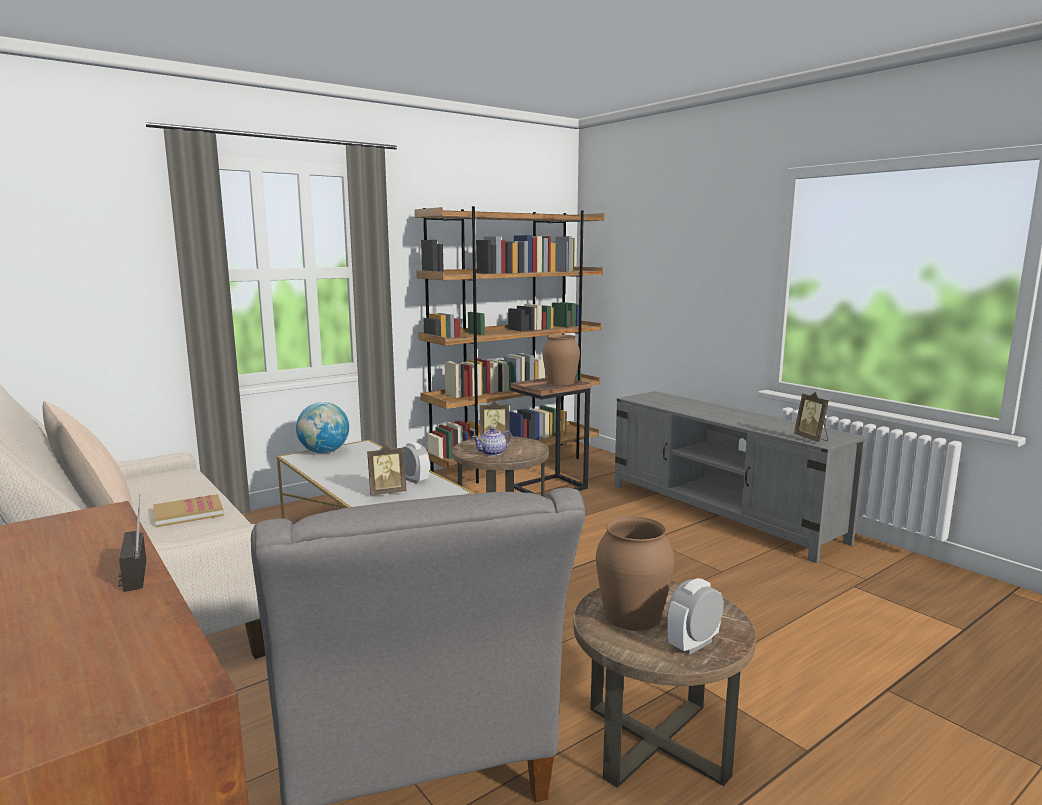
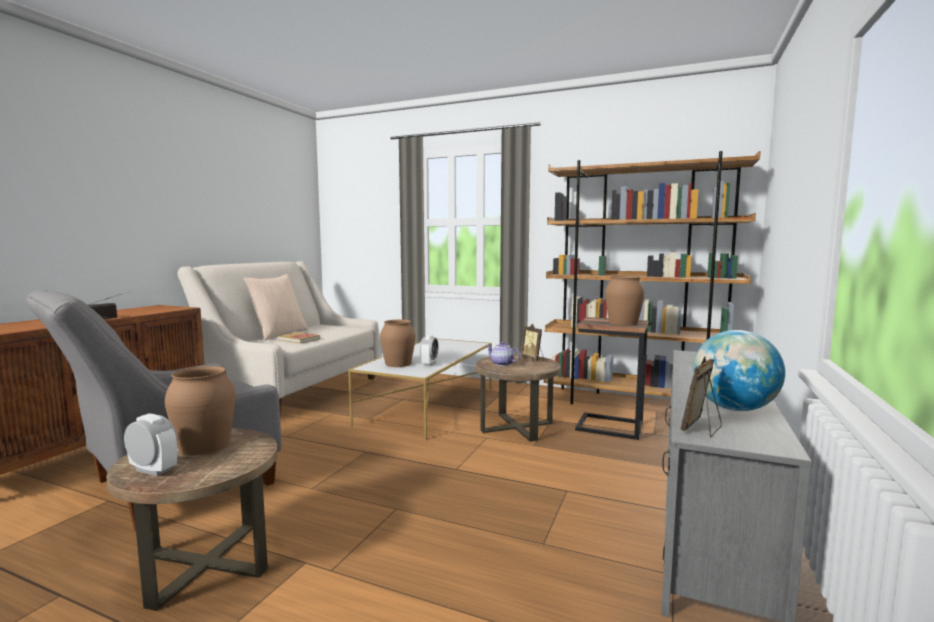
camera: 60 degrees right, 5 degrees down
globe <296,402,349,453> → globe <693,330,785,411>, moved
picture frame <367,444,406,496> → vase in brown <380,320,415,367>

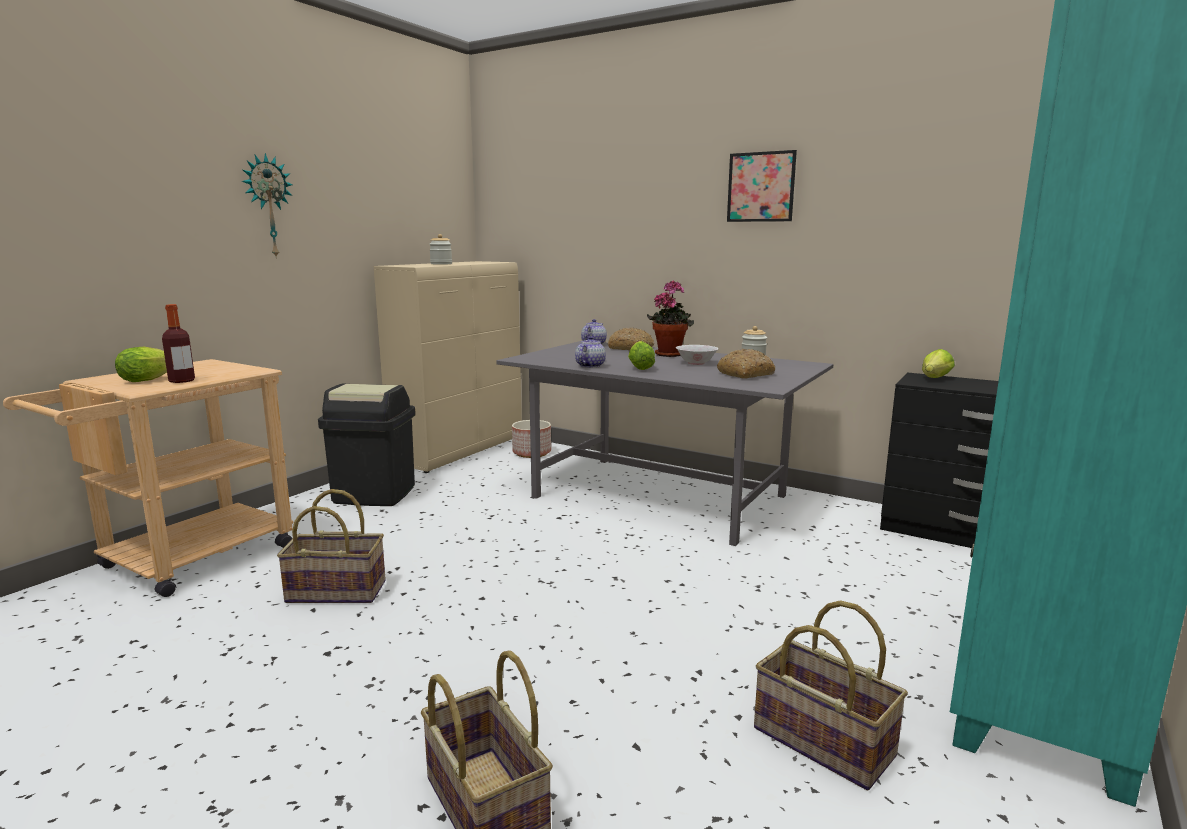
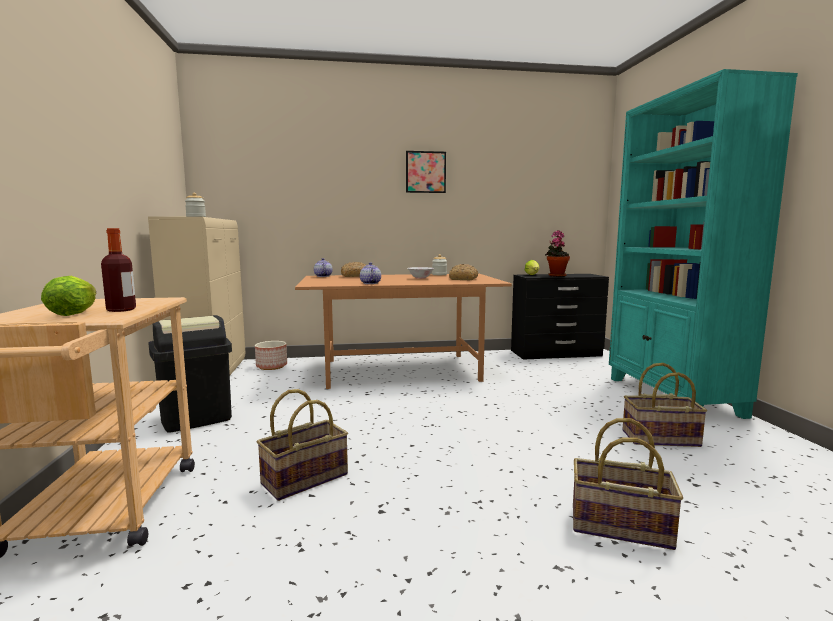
camera: 40 degrees left, 5 degrees down
wall clock <242,153,293,259> → -
dining table in grey <496,341,833,546> → dining table in brown <295,274,512,389>
lettuce <628,341,655,370> → -
potted plant <647,281,694,357> → potted plant <545,230,570,277>, moved

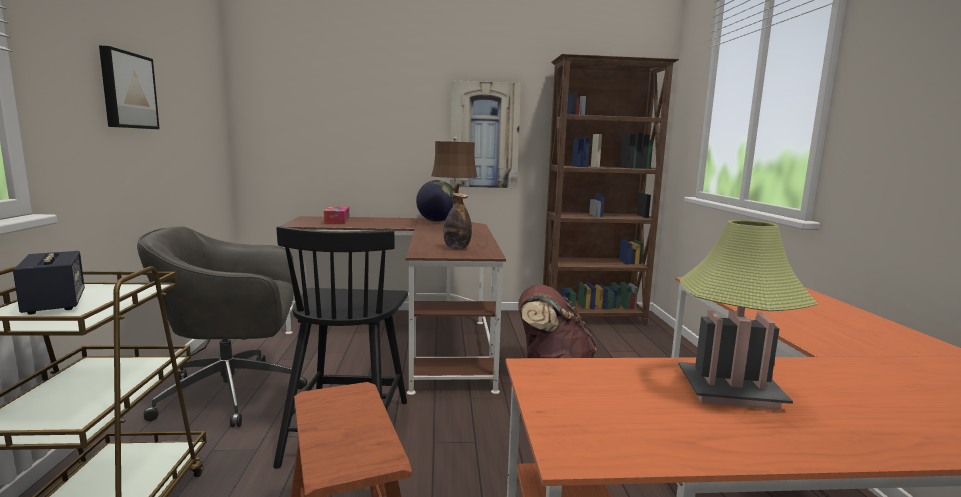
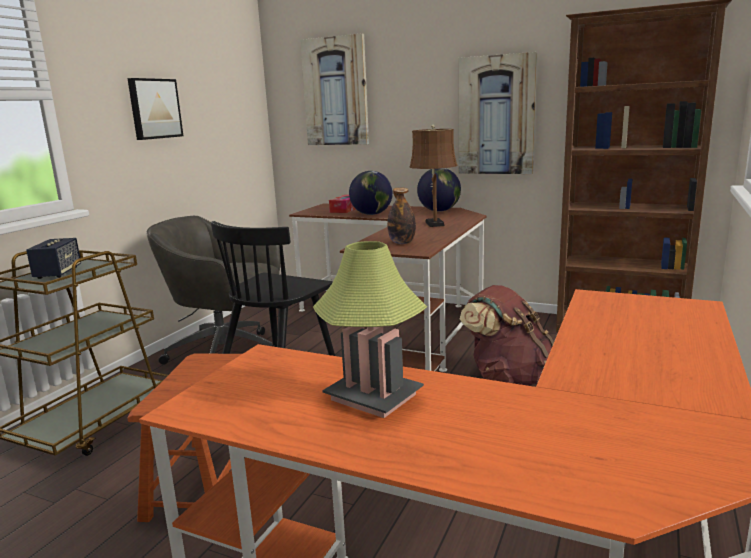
camera: 30 degrees right, 5 degrees up
- → picture <300,33,369,145>
- → globe <349,171,393,215>

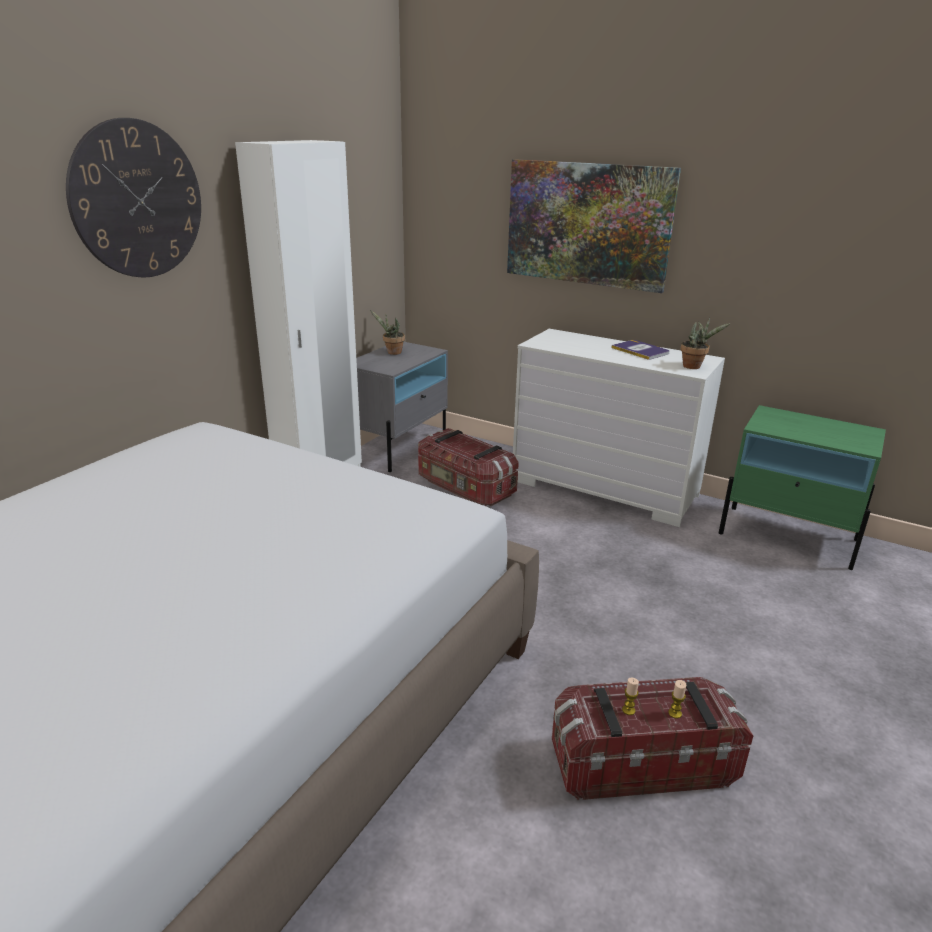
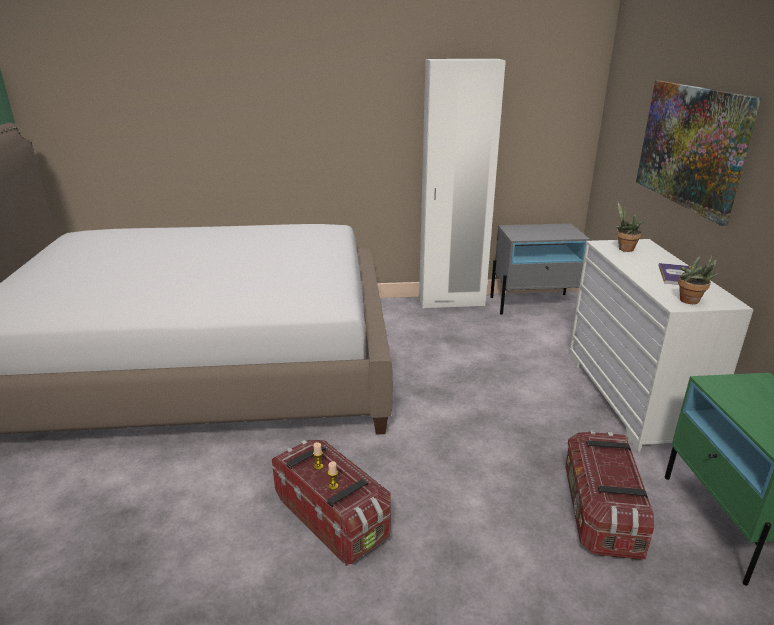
camera: 55 degrees right, 0 degrees up
wall clock <66,118,201,277> → -
potted plant <370,310,405,355> → potted plant <616,201,643,252>, moved
storage box <418,428,519,506> → storage box <565,431,654,560>, moved

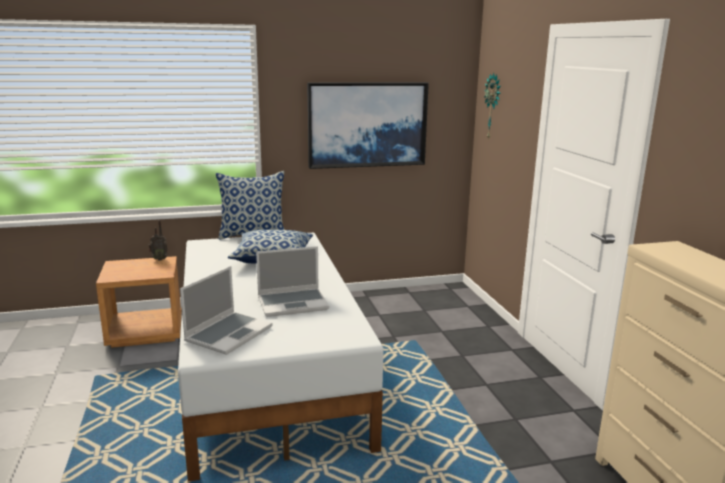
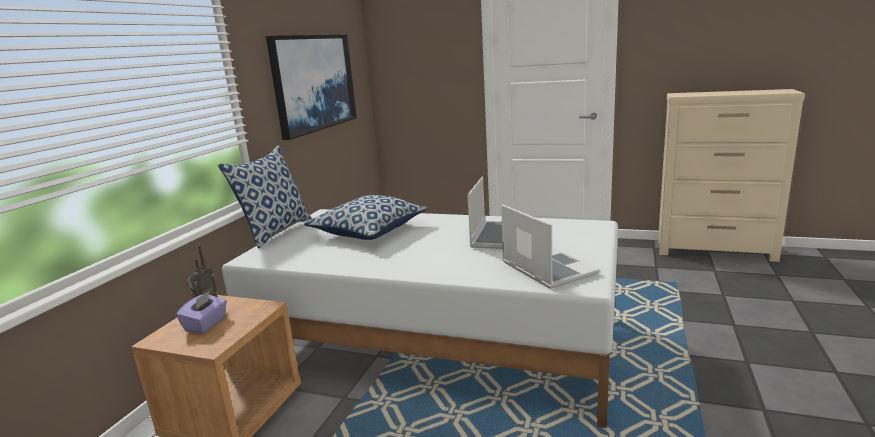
camera: 55 degrees left, 0 degrees up
wall clock <484,73,500,140> → -
- → tissue box in purple <176,291,227,333>

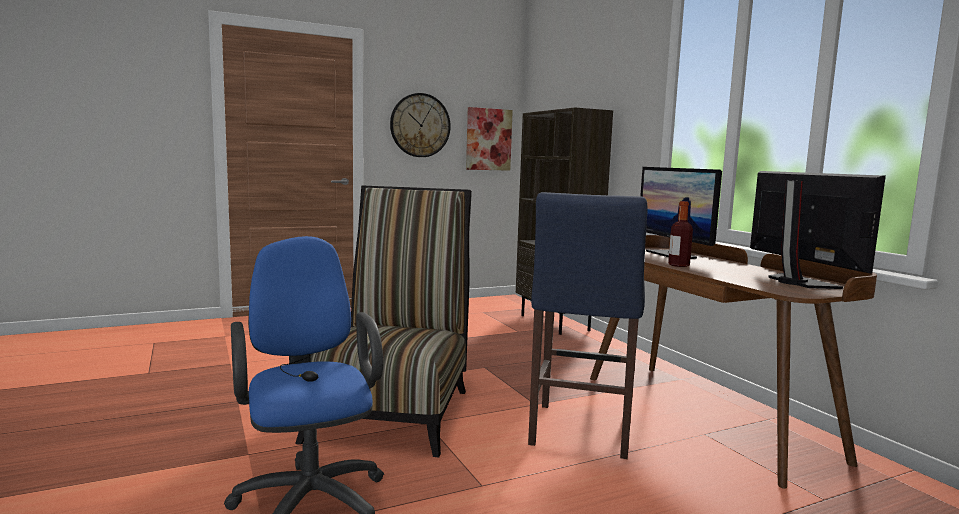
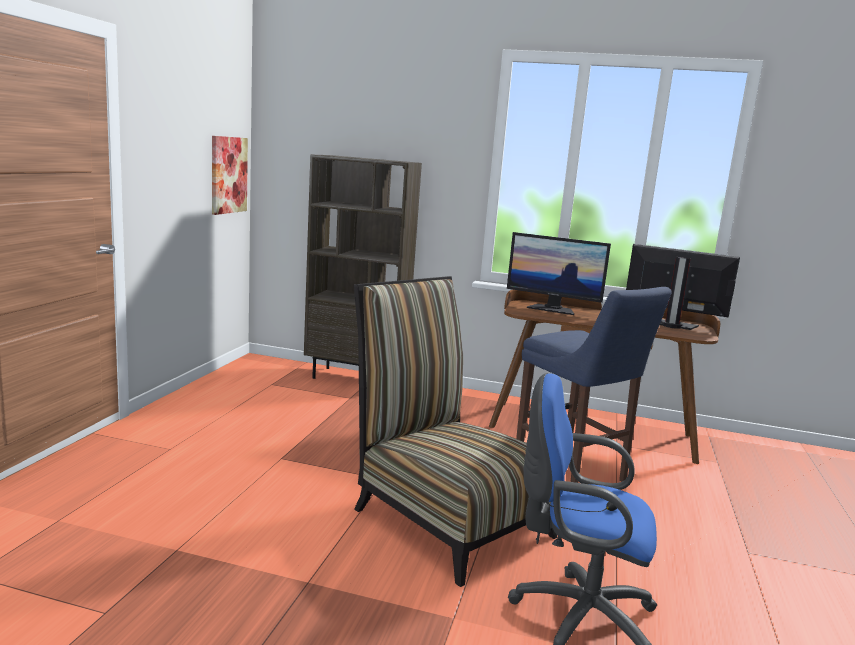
camera: 50 degrees left, 5 degrees up
wall clock <390,93,451,157> → -
bottle <668,201,693,267> → -

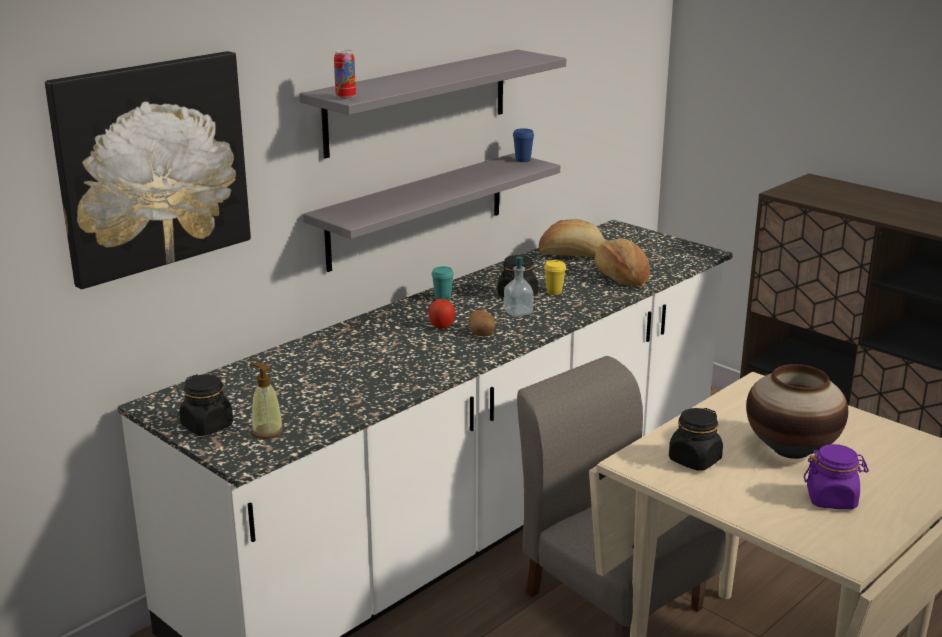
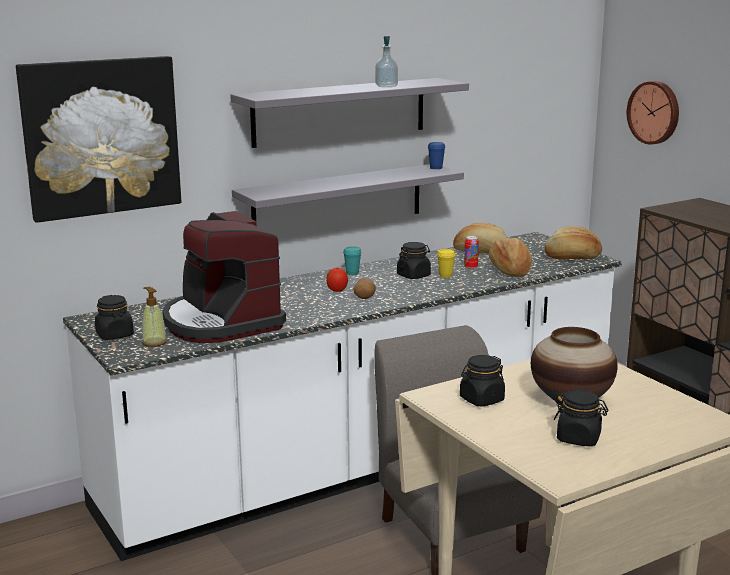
camera: 15 degrees right, 5 degrees down
can <334,50,356,100> → can <464,236,479,269>, moved
soap dispenser <504,256,534,317> → soap dispenser <375,36,398,87>, moved
jar in purple <804,444,869,509> → jar in black <554,390,608,446>
- → coffee machine <163,211,286,343>
- → bread <545,226,602,259>
- → wall clock <627,81,679,145>

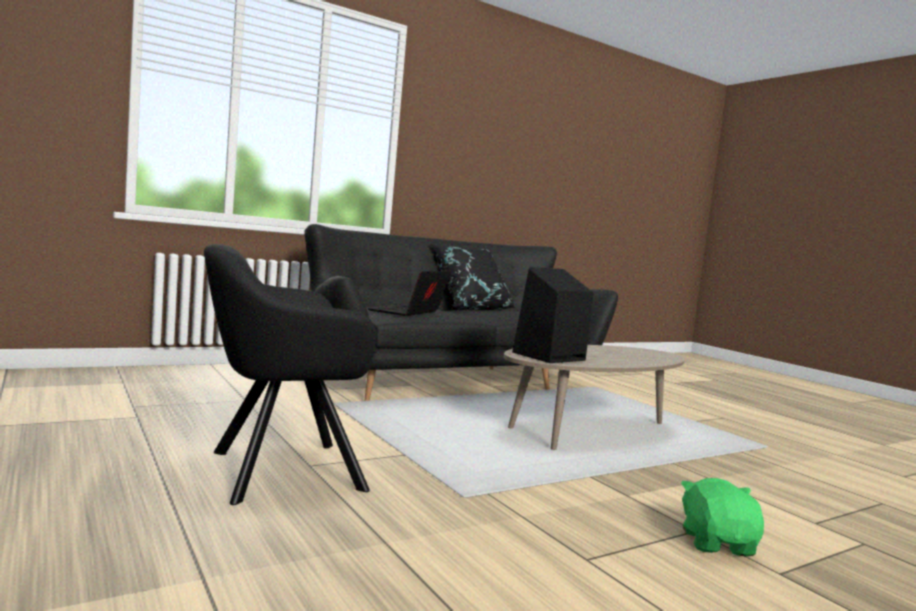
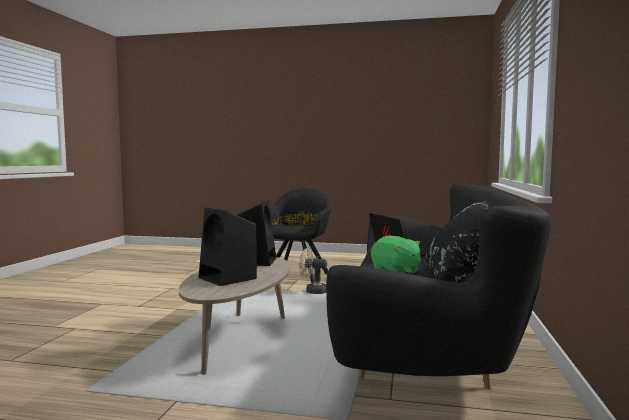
camera: 135 degrees right, 0 degrees up
plush toy in green <681,478,764,557> → plush toy in green <371,236,421,273>, moved
- → speaker in black <199,208,257,286>
- → fan in beige <299,248,327,294>

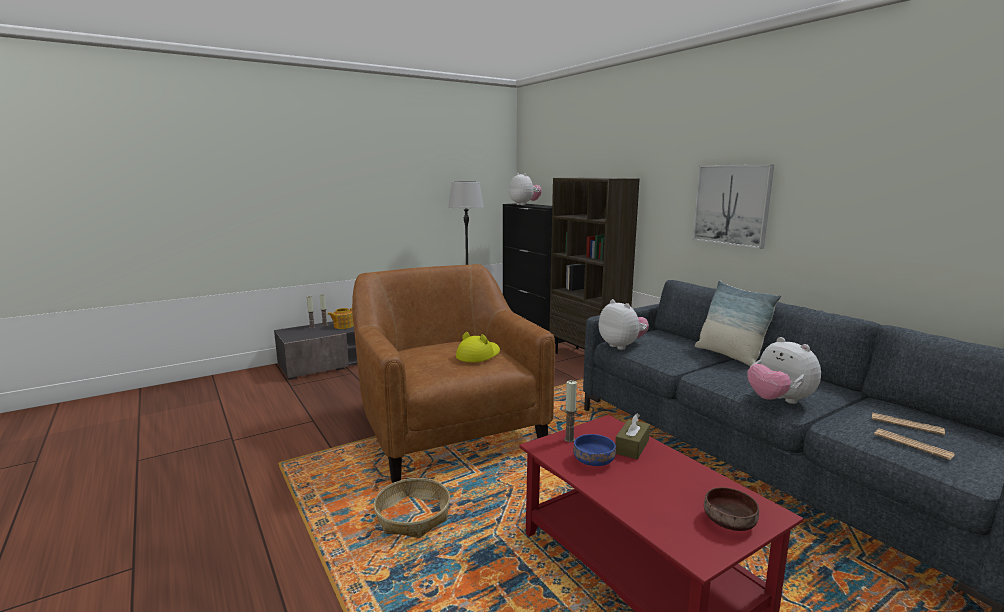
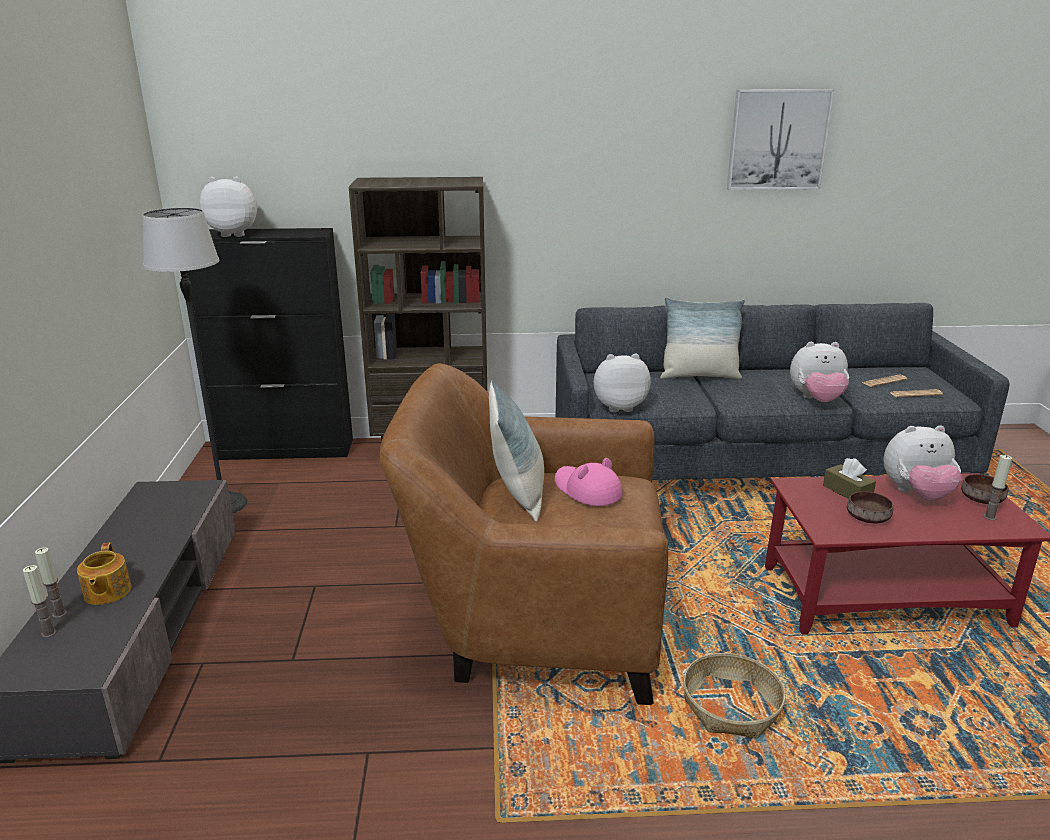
camera: 60 degrees left, 10 degrees up
hat in yellow <456,332,500,362> → hat in pink <555,458,623,506>
candle <564,380,577,442> → candle <983,455,1012,520>, moved
bowl in blue <573,434,616,466> → bowl in brown <847,491,894,523>
picture <692,165,774,249> → picture <727,89,834,190>, moved
- → pillow <489,380,544,522>
- → plush toy <883,425,962,501>

